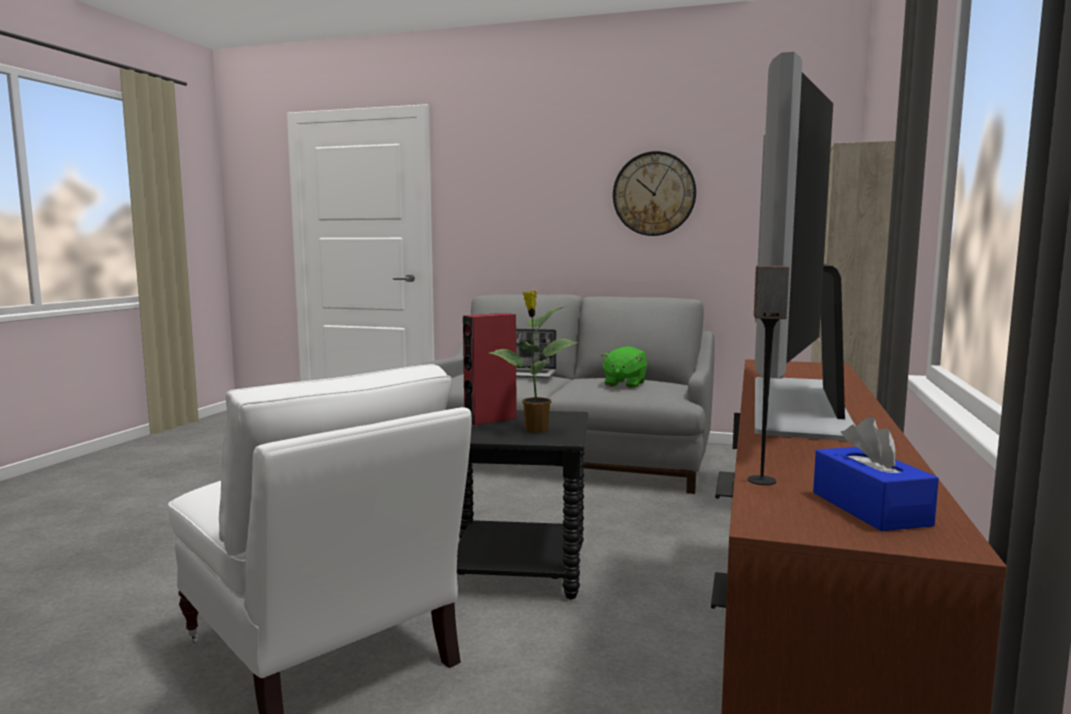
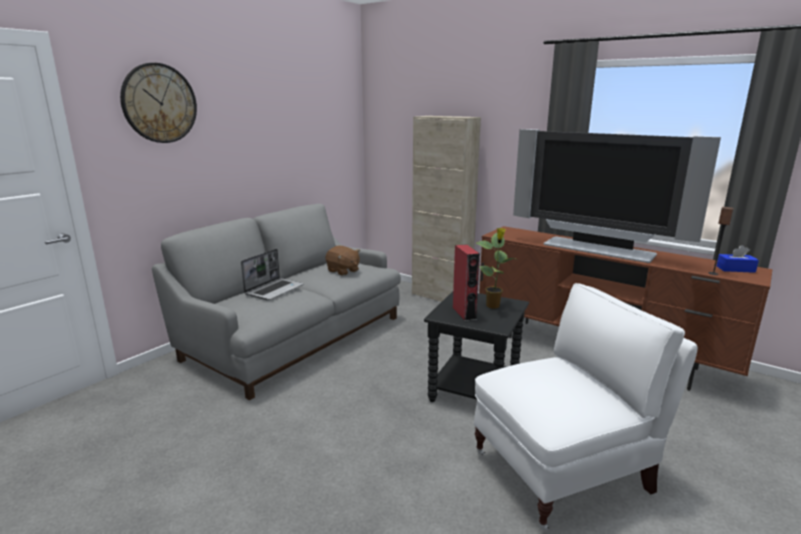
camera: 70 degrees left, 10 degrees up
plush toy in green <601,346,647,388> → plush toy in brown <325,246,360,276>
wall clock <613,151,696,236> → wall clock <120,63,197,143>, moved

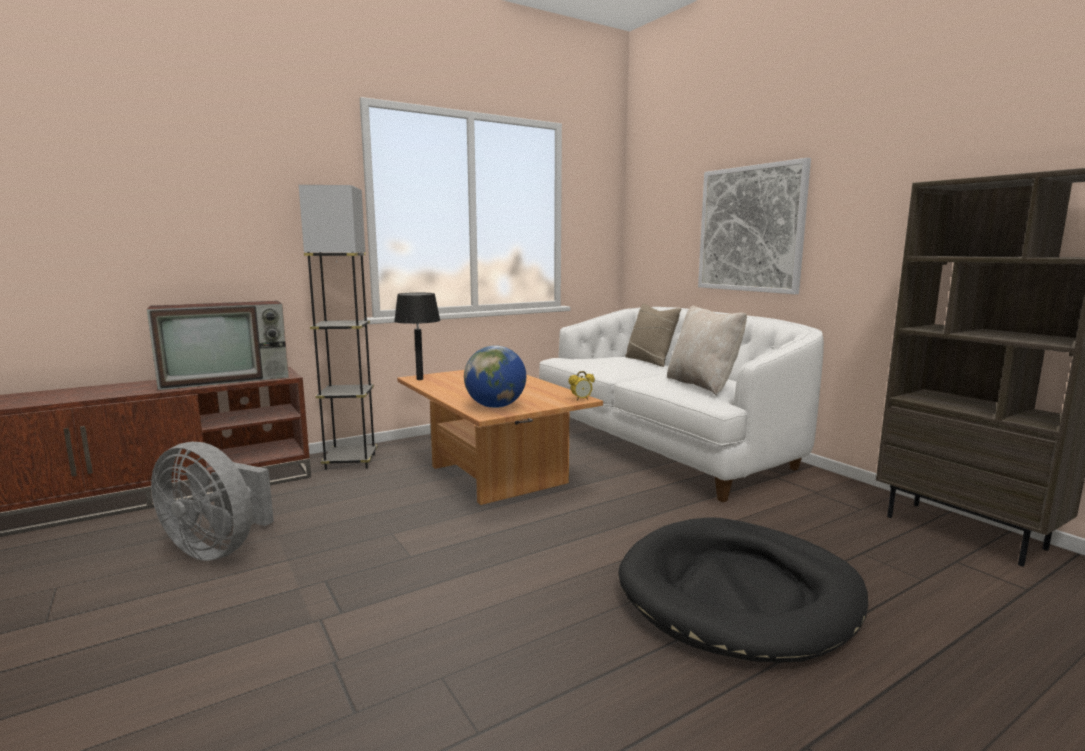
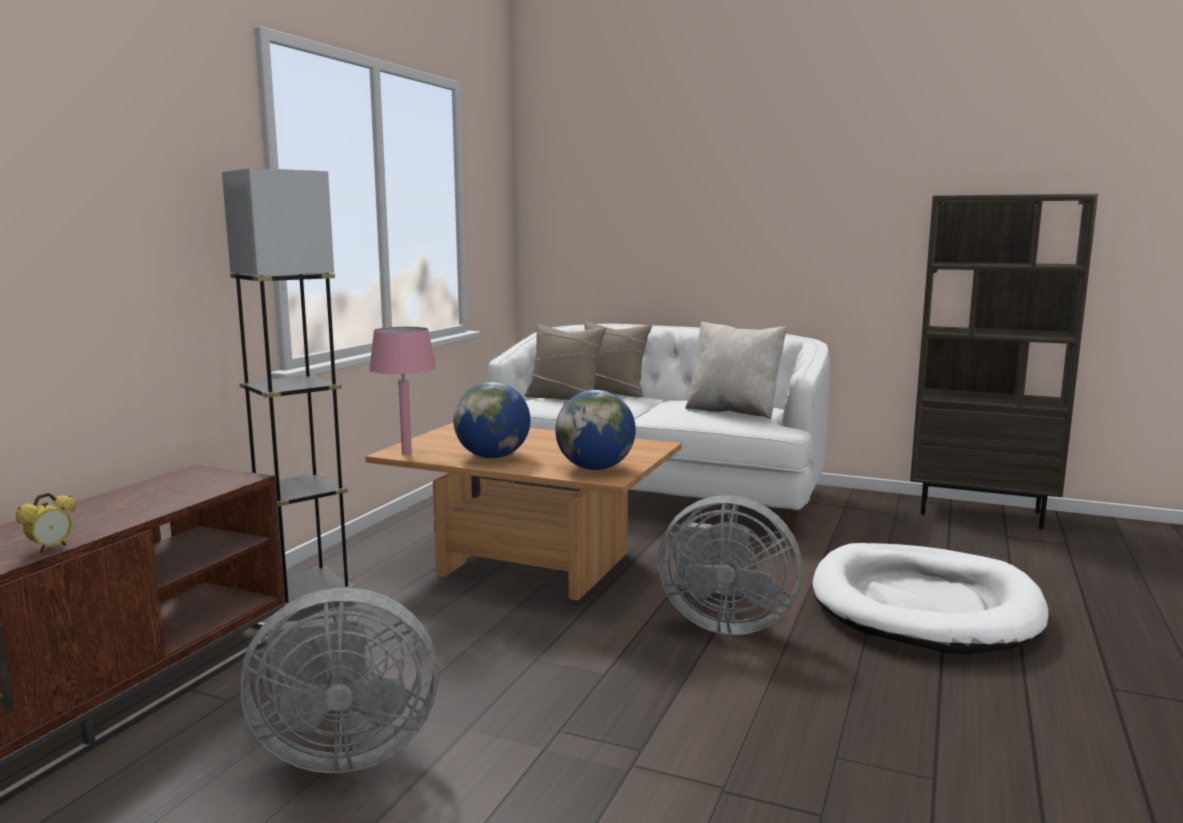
camera: 35 degrees left, 0 degrees up
television <147,301,289,390> → -
table lamp in black <394,293,440,380> → table lamp in pink <369,327,437,455>
alarm clock <569,371,595,401> → alarm clock <16,493,75,553>, moved
dog bed in black <618,517,868,663> → dog bed in white <812,543,1049,654>
picture <698,158,811,294> → -
- → globe <453,382,530,459>
- → pillow in beige <524,324,606,400>
- → fan in grey <658,495,802,635>

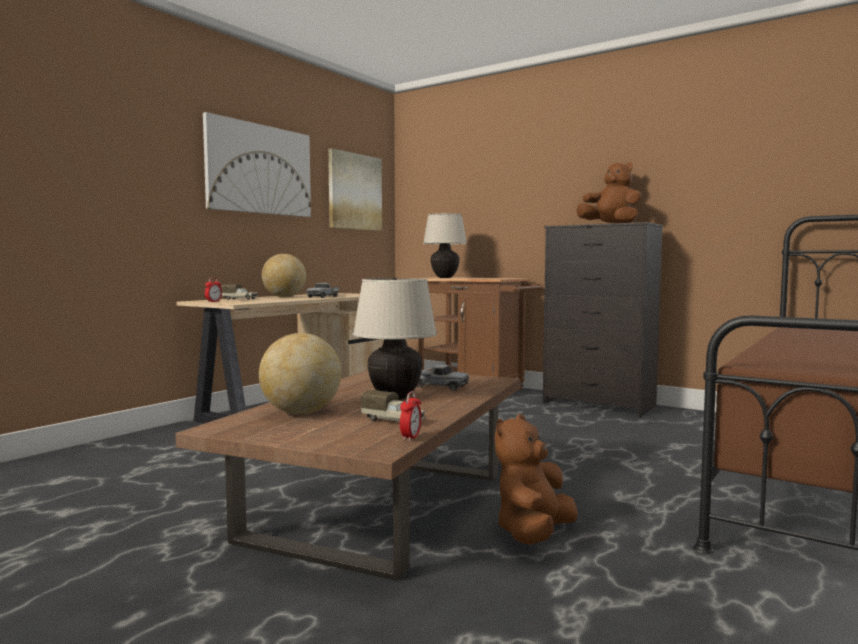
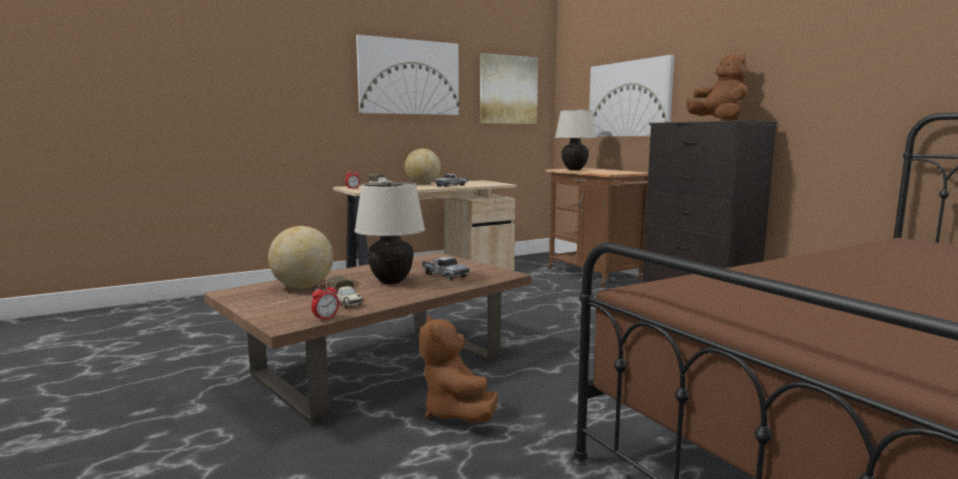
camera: 25 degrees right, 5 degrees up
plush toy in brown <495,414,578,545> → plush toy in brown <419,315,498,423>, 75 degrees counterclockwise
- → picture <589,54,675,136>

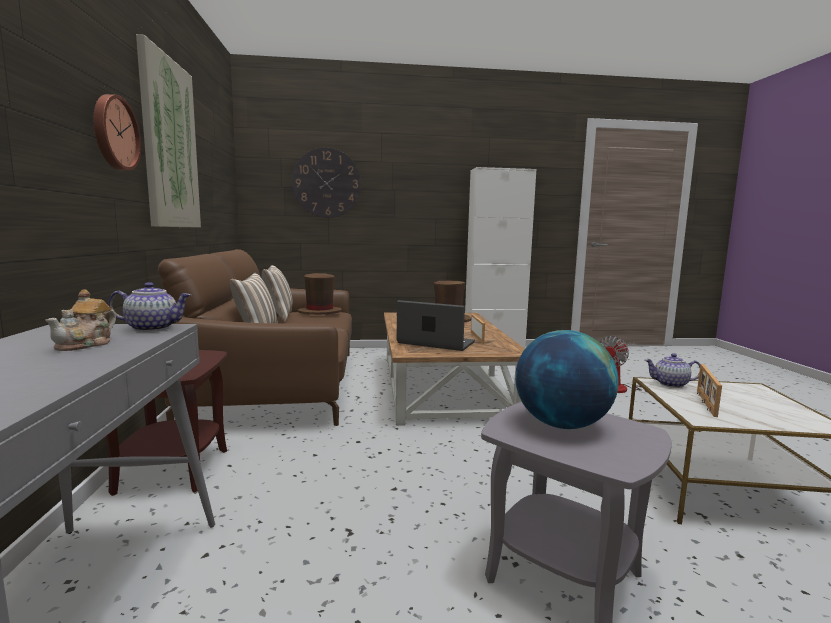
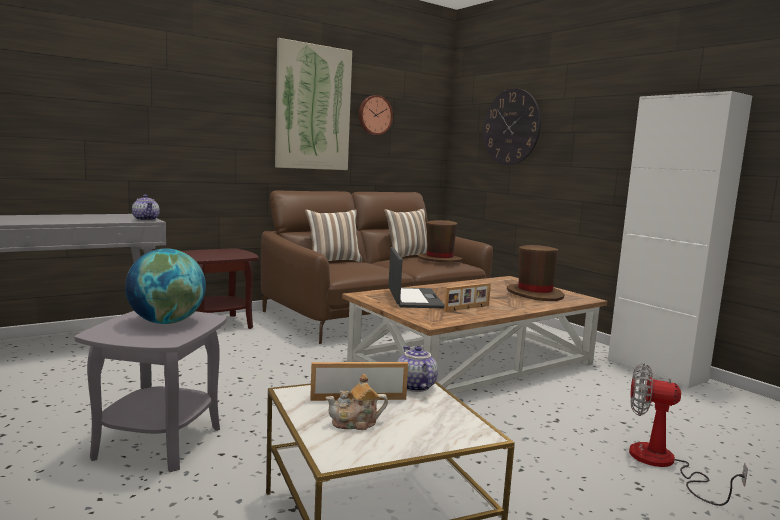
camera: 60 degrees right, 0 degrees up
teapot <45,290,116,351> → teapot <325,374,388,430>, moved
wall clock <94,94,141,171> → wall clock <359,95,393,135>, moved

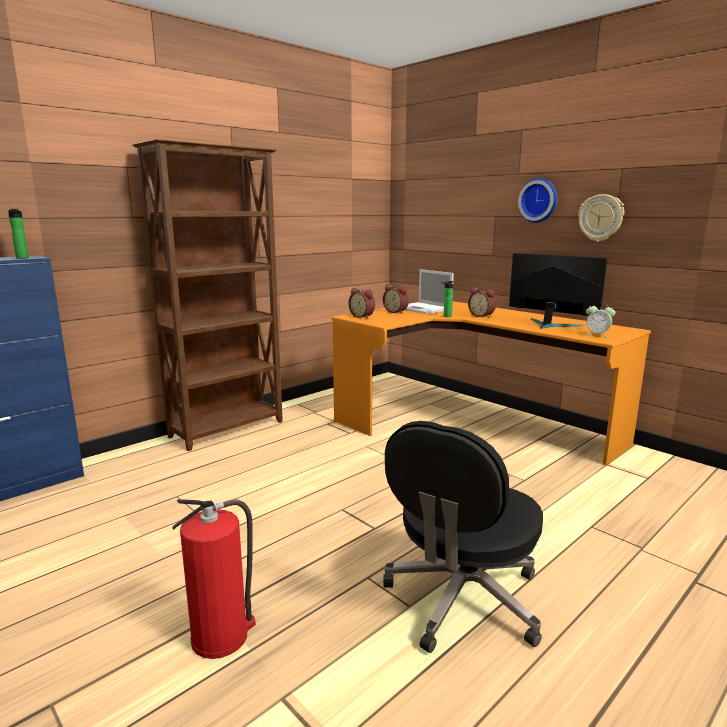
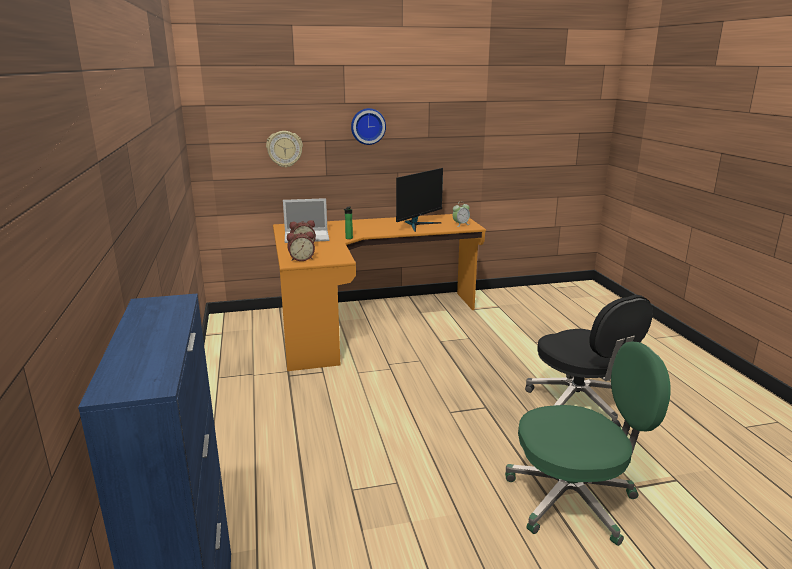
camera: 60 degrees left, 5 degrees up
bottle <8,209,29,259> → -
bookcase in brown <132,139,283,451> → -
fire extinguisher <172,499,256,659> → office chair in green <505,342,671,546>
alarm clock <468,287,496,318> → -
monitor <509,253,607,329> → monitor <396,168,443,232>, 150 degrees clockwise
wall clock <578,194,624,242> → wall clock <266,131,303,168>, moved

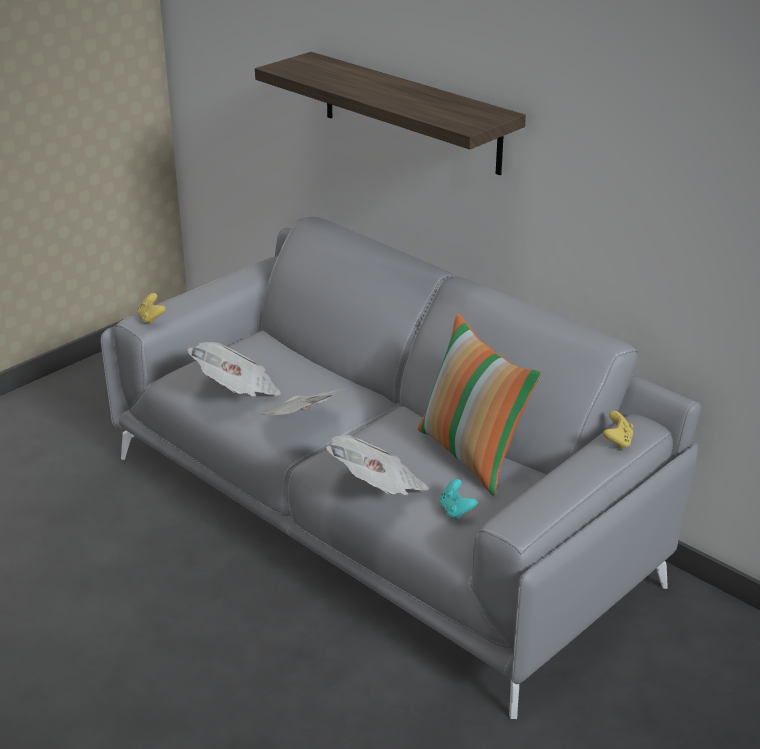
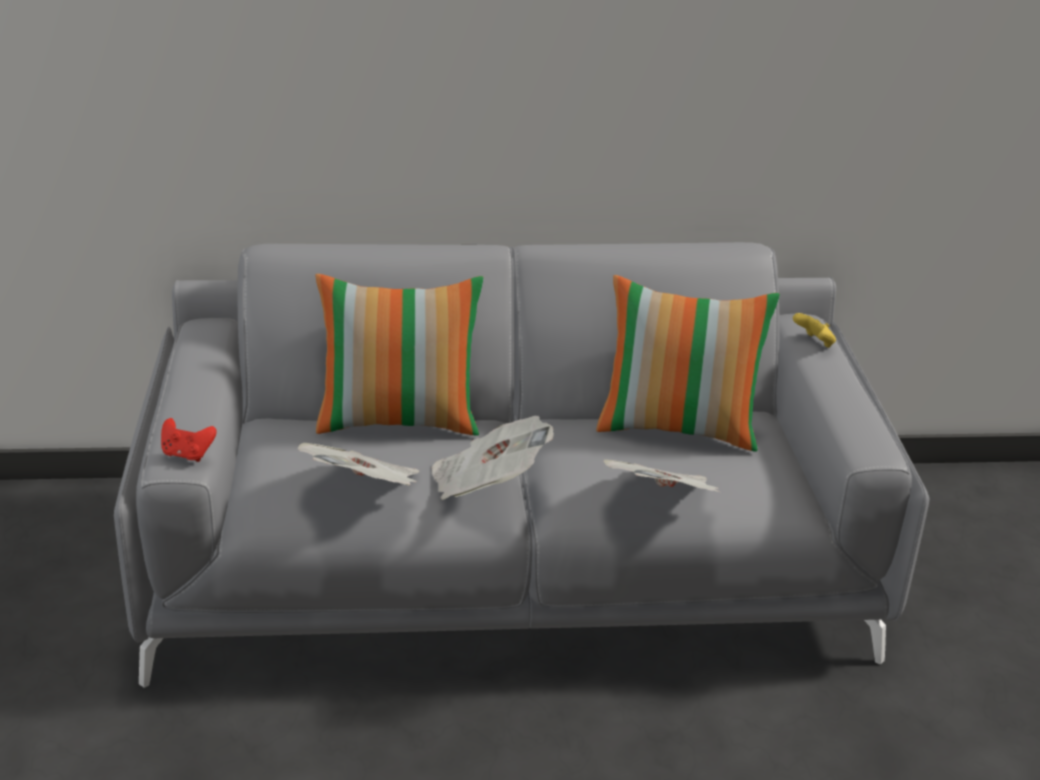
camera: 50 degrees left, 0 degrees up
game controller in yellow <138,293,166,325> → game controller in red <161,418,217,462>
shelf <255,52,526,175> → -
game controller in turquoise <439,479,477,520> → -
- → pillow <315,274,484,436>

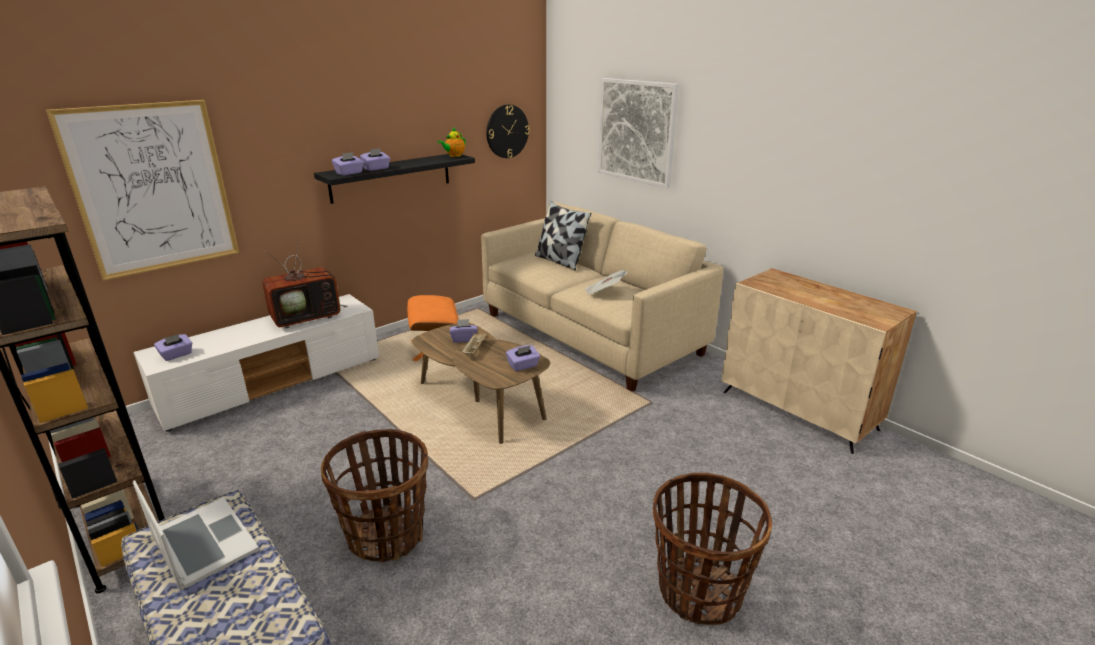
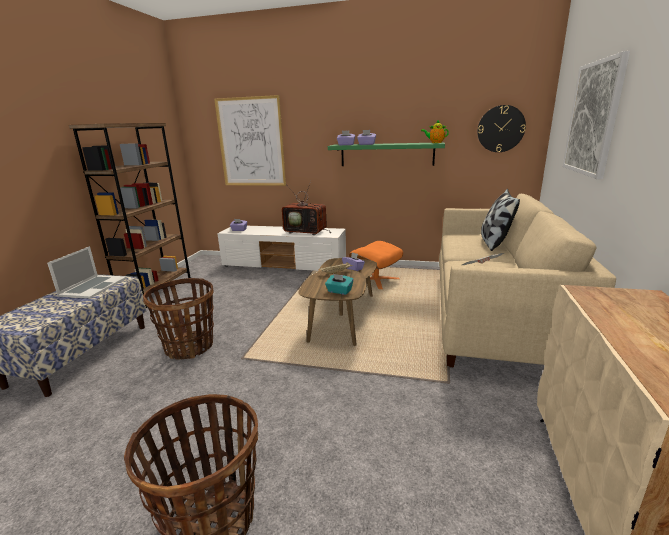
camera: 55 degrees right, 5 degrees down
shelf in black <314,154,475,204> → shelf in green <328,142,445,166>
tissue box in purple <506,345,540,371> → tissue box in turquoise <325,274,353,295>

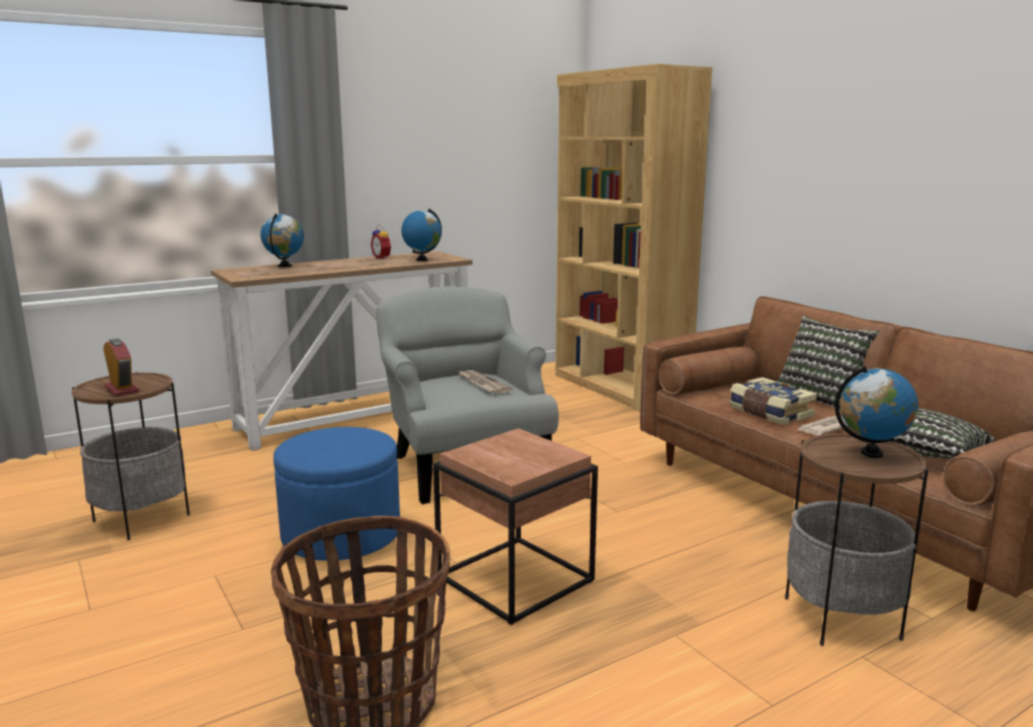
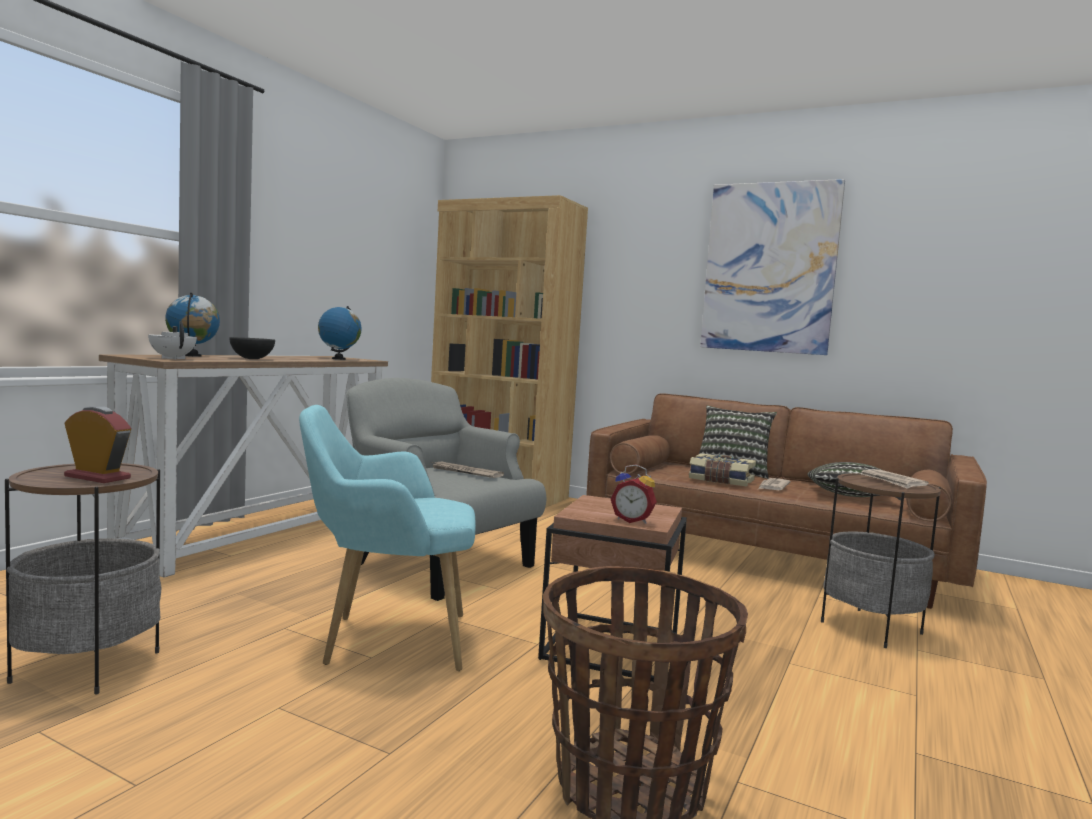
camera: 30 degrees left, 10 degrees down
ottoman in blue <273,427,400,561> → armchair in turquoise <299,405,476,671>
alarm clock <371,225,392,259> → alarm clock <610,464,657,524>, moved
globe <835,366,918,458> → newspaper <860,470,929,489>
- → teapot in white <148,321,197,359>
- → bowl in black <229,337,275,359>
- → picture <700,179,845,355>

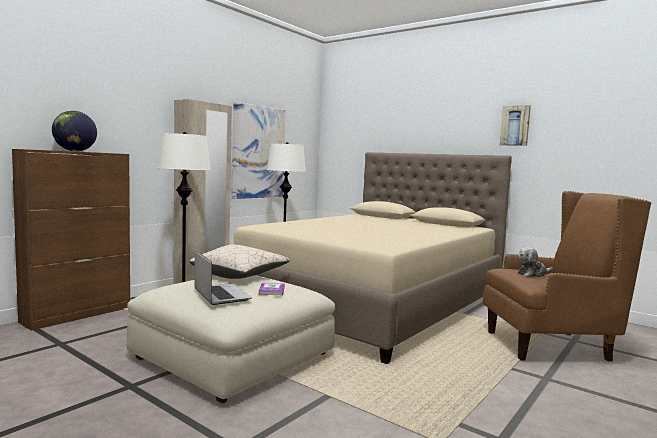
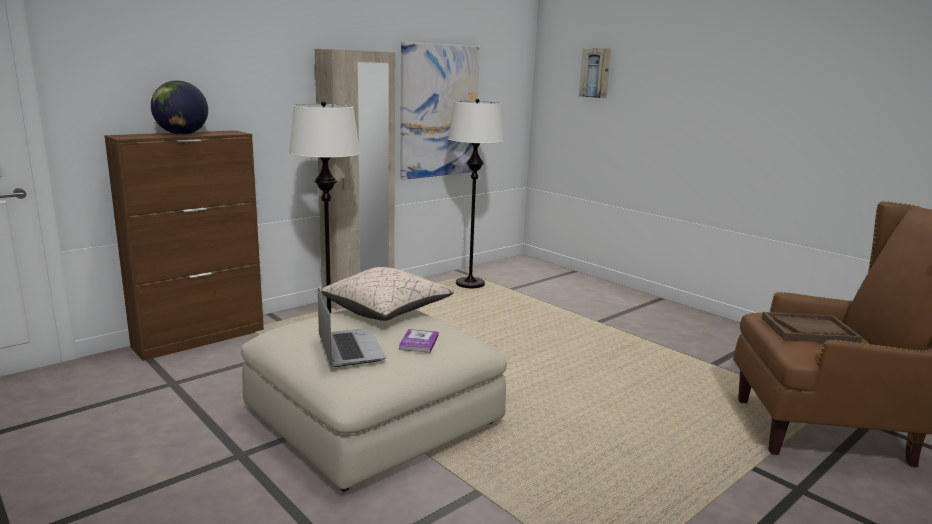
camera: 10 degrees right, 10 degrees up
bed in beige <234,152,512,364> → -
picture <499,105,531,146> → picture <579,48,611,98>, moved
plush toy <518,247,553,277> → tray in brown <762,312,862,343>

